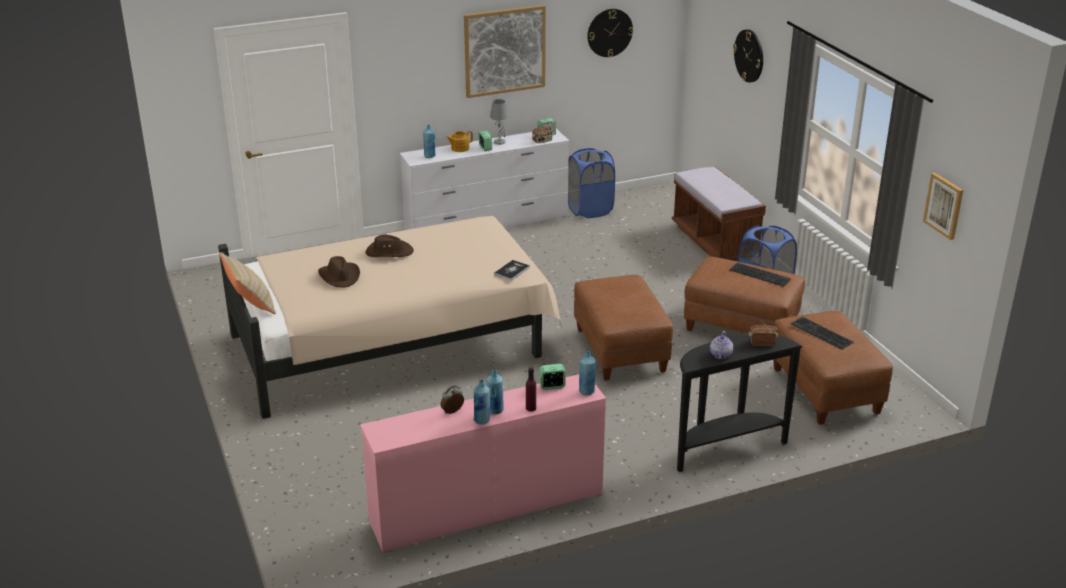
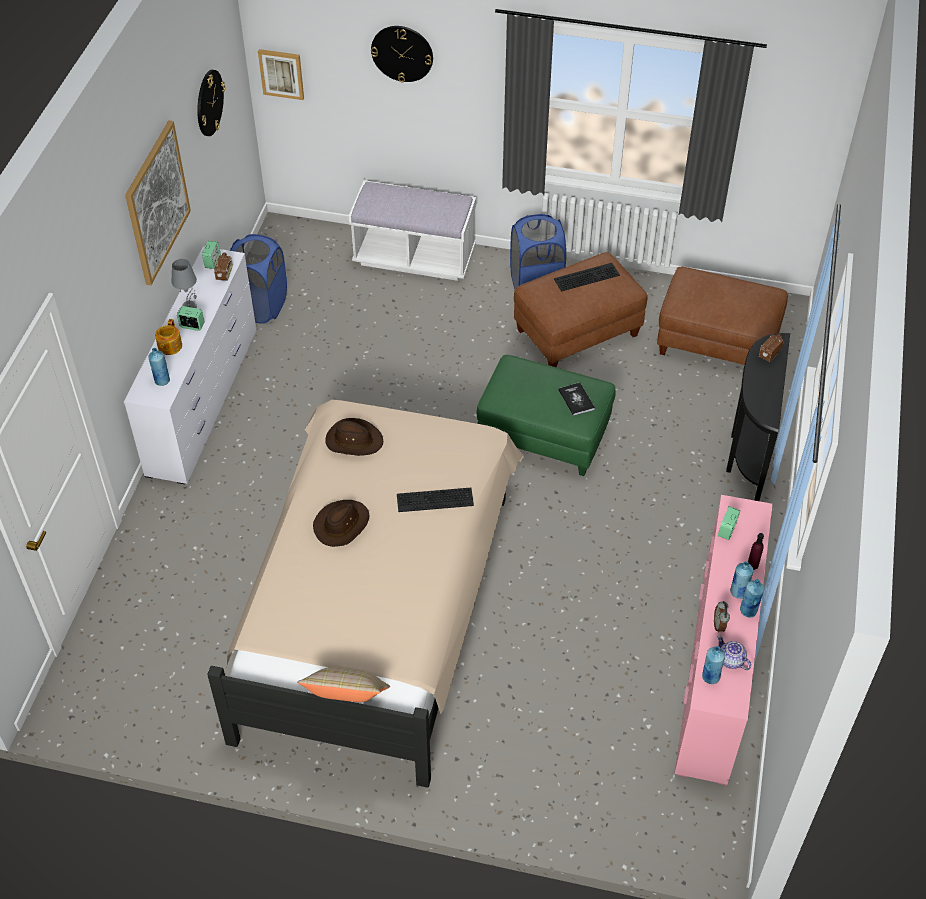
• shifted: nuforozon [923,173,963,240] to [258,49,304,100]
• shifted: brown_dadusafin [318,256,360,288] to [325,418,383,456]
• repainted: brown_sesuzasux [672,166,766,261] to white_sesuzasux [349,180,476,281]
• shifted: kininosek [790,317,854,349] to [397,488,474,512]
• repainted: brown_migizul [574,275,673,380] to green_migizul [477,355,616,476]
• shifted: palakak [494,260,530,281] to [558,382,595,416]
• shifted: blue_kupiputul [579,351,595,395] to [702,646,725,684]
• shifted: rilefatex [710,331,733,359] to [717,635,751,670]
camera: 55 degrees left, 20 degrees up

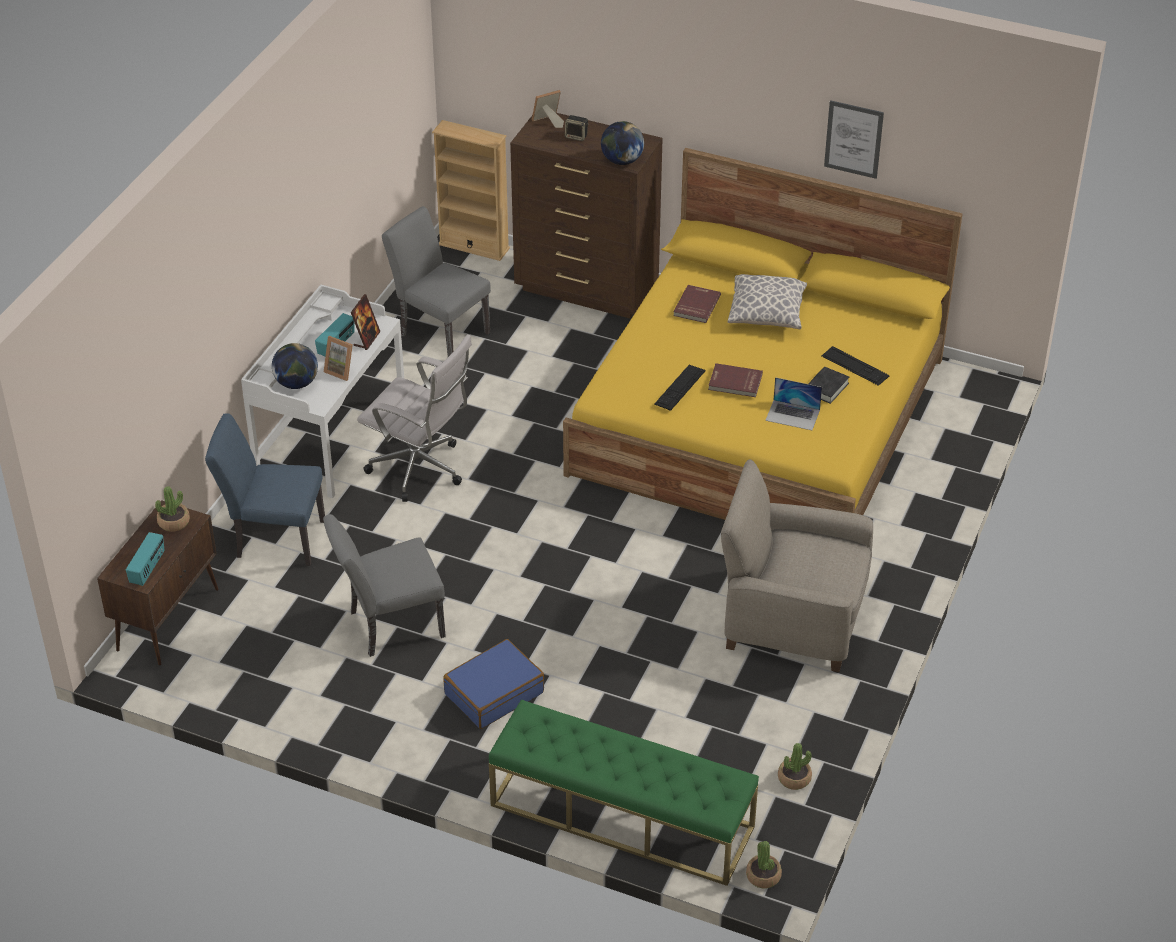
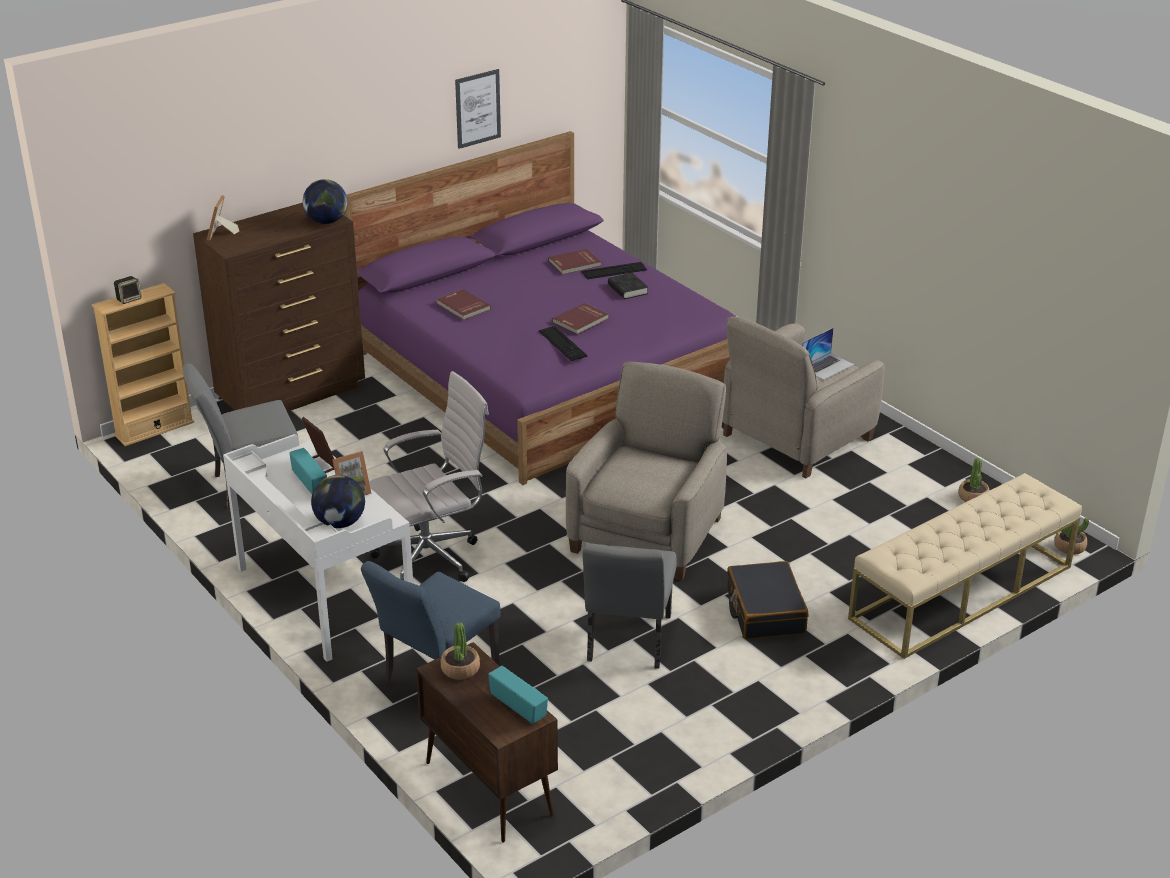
• shifted: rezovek [565,115,589,141] to [114,276,142,304]
• repainted: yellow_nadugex [563,148,963,520] to purple_nadugex [344,131,736,485]
• new: red_palakak [548,249,601,275]
• new: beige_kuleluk [566,361,727,580]
• repainted: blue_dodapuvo [443,639,544,729] to black_dodapuvo [727,561,808,639]
• shifted: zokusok [765,377,822,430] to [802,328,854,380]
• repainted: green_sesuzasux [489,700,759,886] to beige_sesuzasux [848,473,1082,659]
• gone: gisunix [728,274,807,329]
camera: 60 degrees left, 10 degrees down

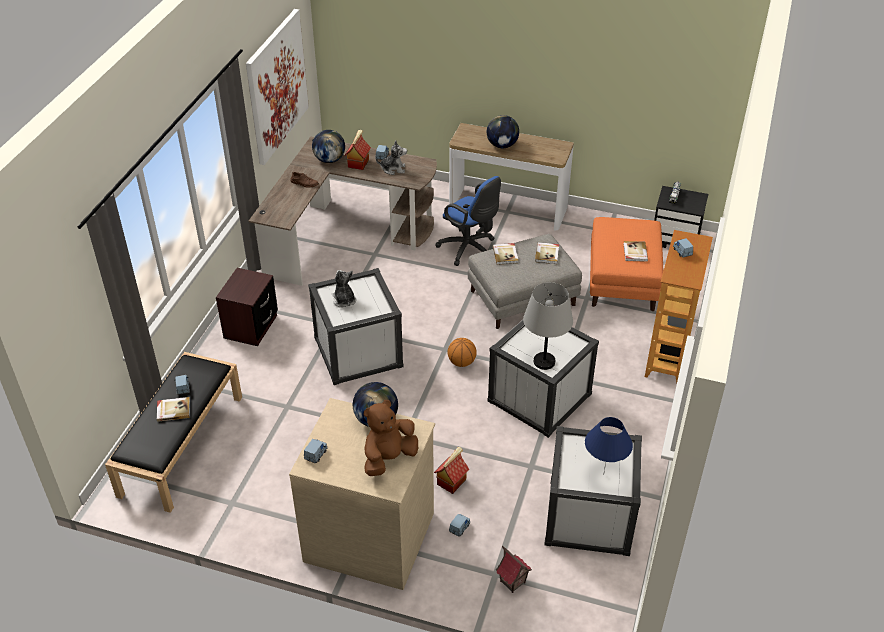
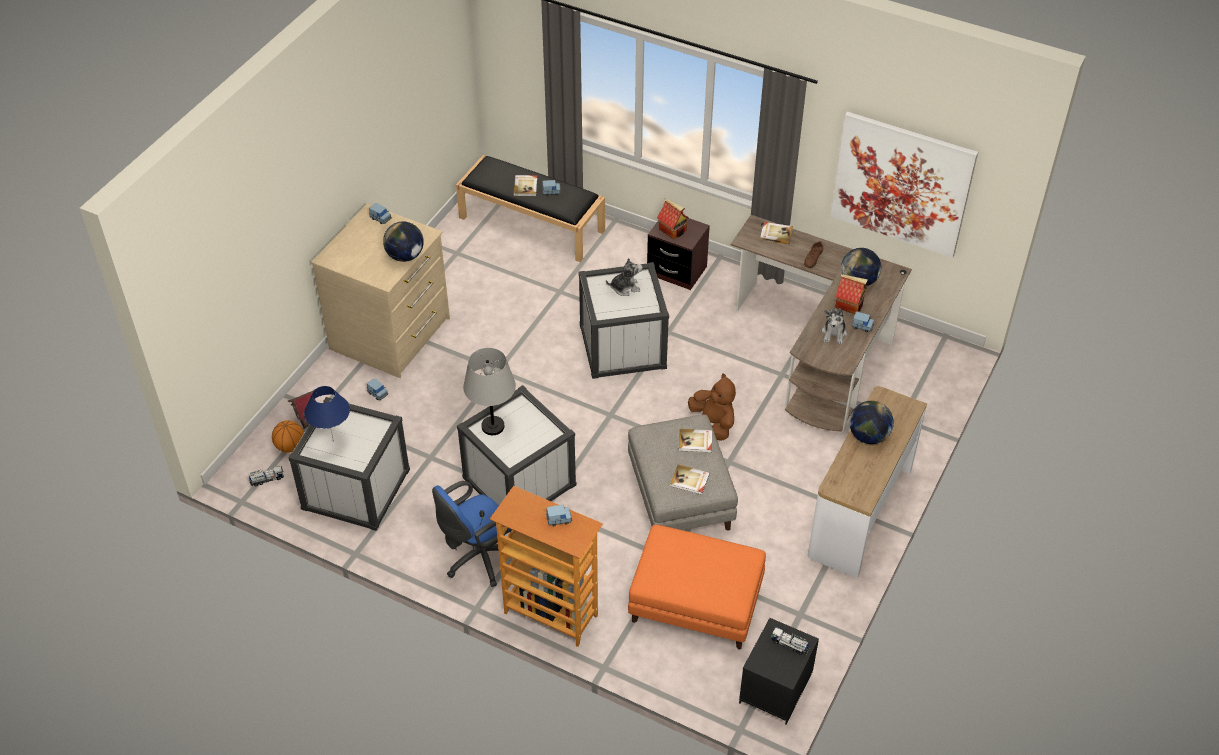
• new: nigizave [249,466,284,486]
• shifted: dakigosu [448,338,477,367] to [272,421,304,453]
• shifted: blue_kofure [436,176,501,266] to [432,481,512,587]
• shifted: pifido [434,447,469,494] to [657,198,689,239]
• shifted: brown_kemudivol [364,400,418,476] to [688,373,736,441]
• shifted: palakak [623,241,648,262] to [760,222,793,244]
camera: 100 degrees right, 5 degrees up

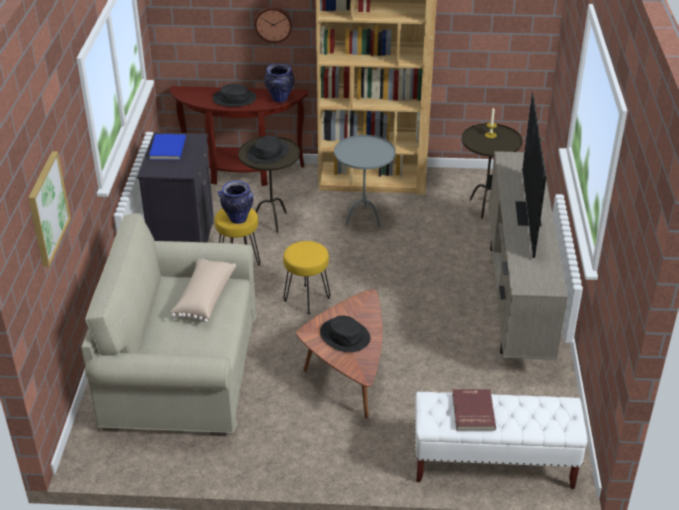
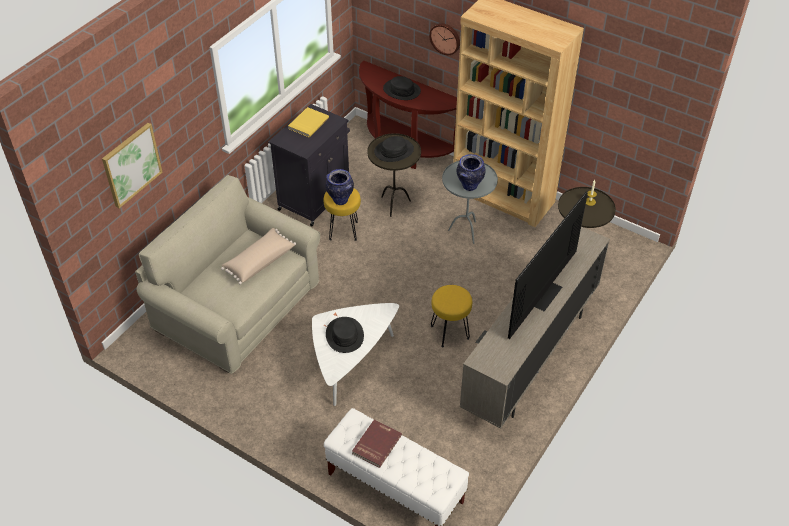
• repainted: blue_palakak [149,134,186,160] to yellow_palakak [288,107,329,137]
• repainted: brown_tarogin [296,289,383,418] to white_tarogin [312,303,399,406]
• shifted: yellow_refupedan [283,241,330,314] to [431,285,472,348]
• shifted: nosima [264,63,294,103] to [457,154,486,191]
camera: 30 degrees right, 10 degrees up

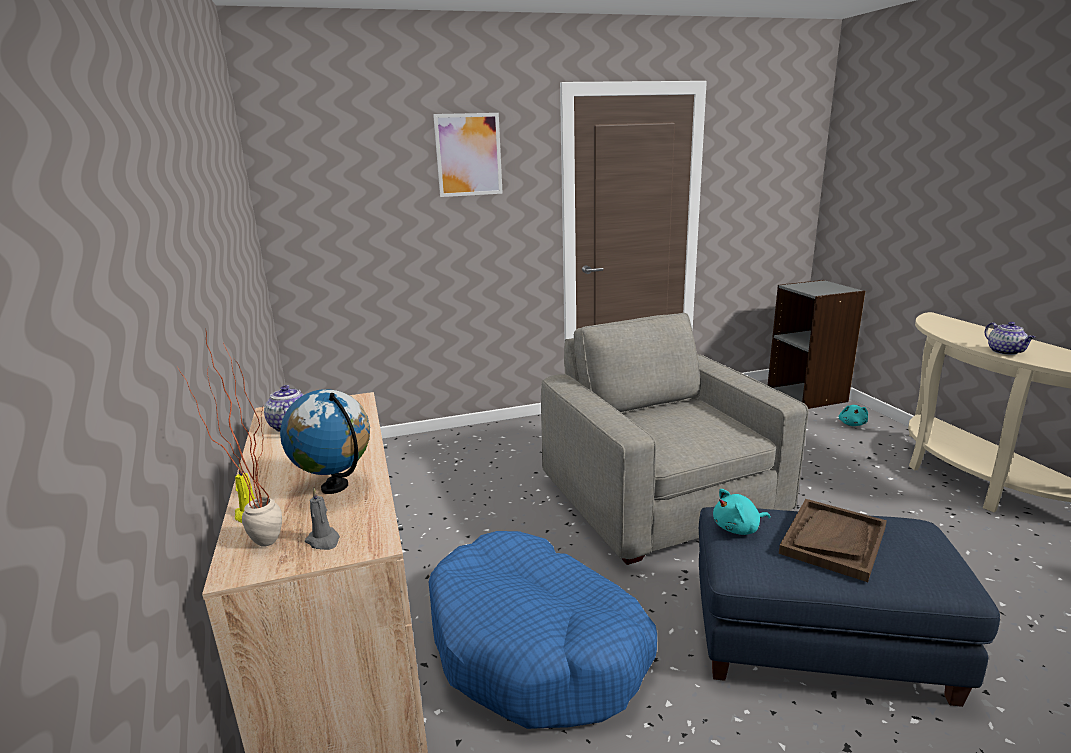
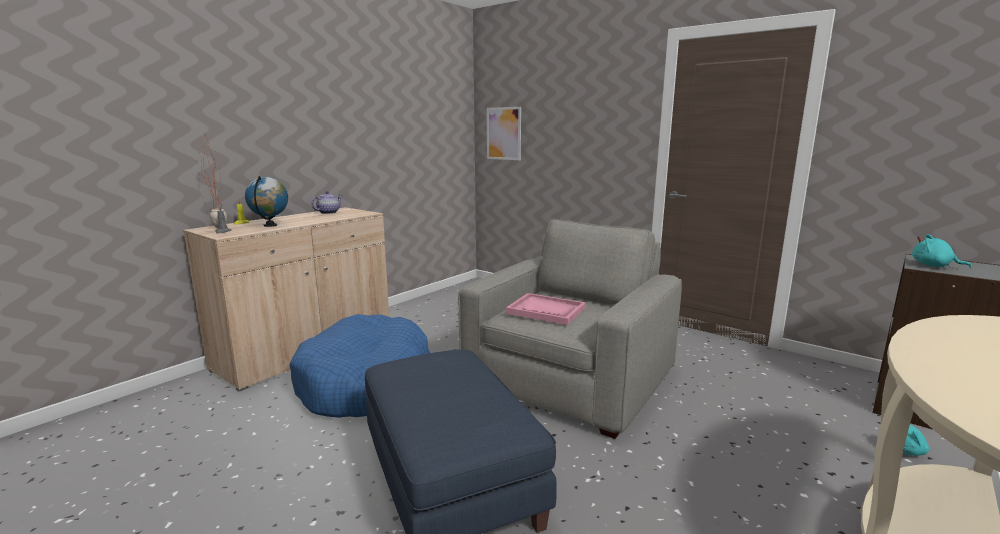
• shifted: nuforozon [433,113,503,197] to [487,107,521,160]
• new: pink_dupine [506,293,585,325]
• shifted: turquoise_kemudivol [713,489,770,535] to [912,234,972,268]
• gone: brown_dupine [779,499,887,582]
• gone: rilefatex [985,322,1035,355]
camera: 55 degrees right, 5 degrees down

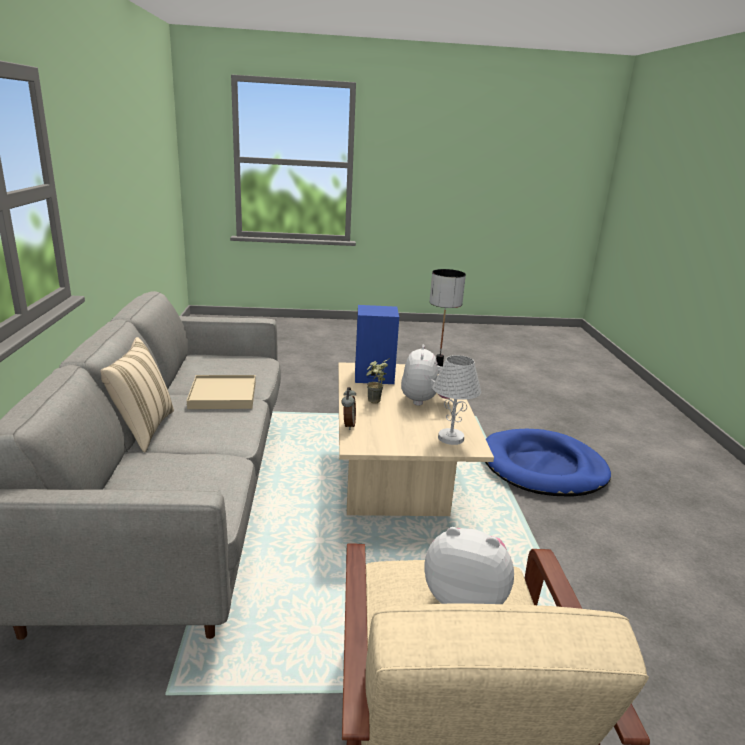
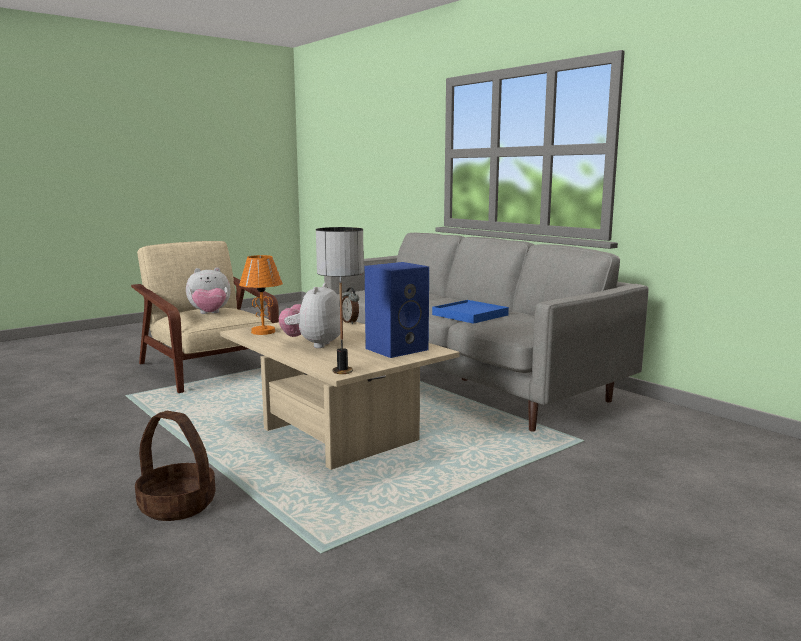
• swapped: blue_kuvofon [485,429,611,497] to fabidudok [135,411,216,521]
• repainted: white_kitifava [433,355,481,445] to orange_kitifava [239,255,283,335]
• rotated: kemudivol [401,345,449,406] = [279,283,340,348] 45 degrees clockwise
• repainted: beige_dupine [187,375,256,409] to blue_dupine [432,300,509,324]
• gone: beige_gisunix [101,337,174,452]
• gone: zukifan [366,359,389,403]
camera: 145 degrees right, 10 degrees down

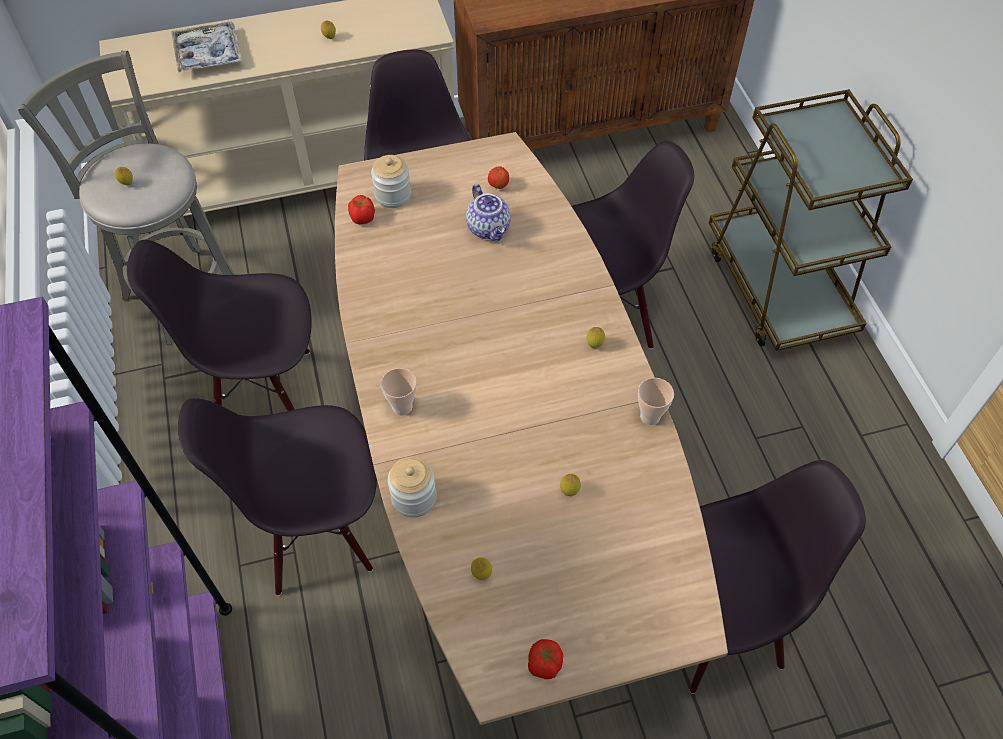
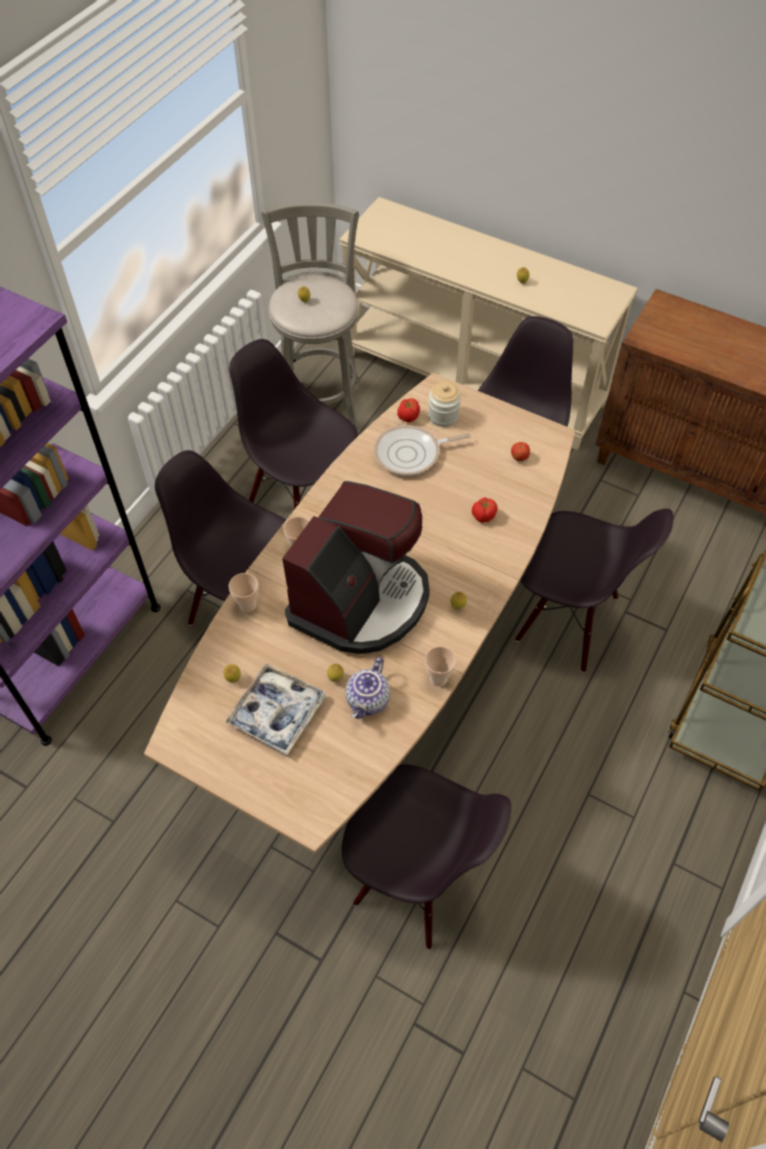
• shifted: dupine [171,22,242,73] to [225,662,326,755]
• swapped: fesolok [388,457,437,518] to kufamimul [229,573,259,612]
• new: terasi [282,481,430,654]
• shifted: rilefatex [466,184,511,241] to [345,657,390,719]
• new: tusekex [374,425,471,476]
• shifted: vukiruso [528,639,563,679] to [472,497,498,523]
camera: 45 degrees right, 0 degrees up

